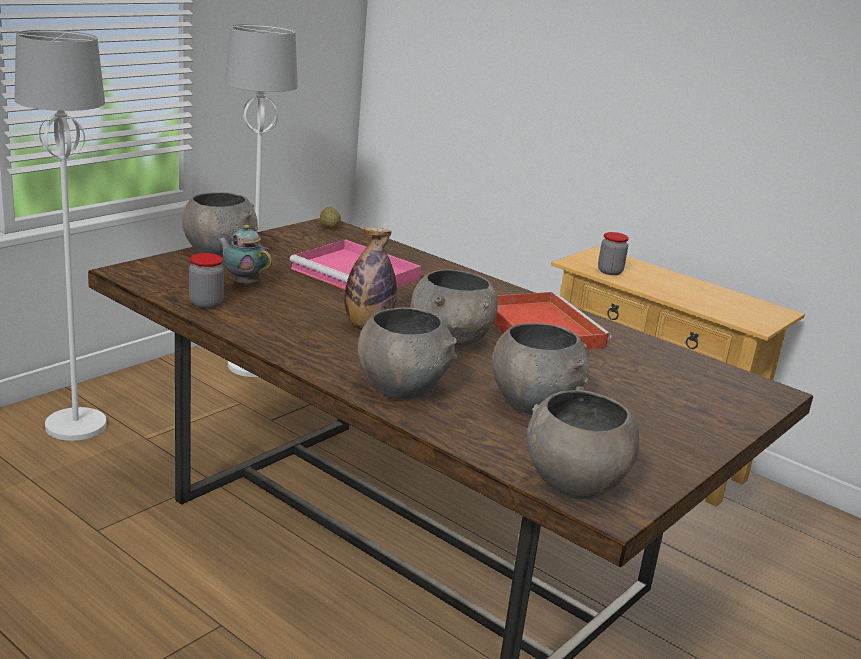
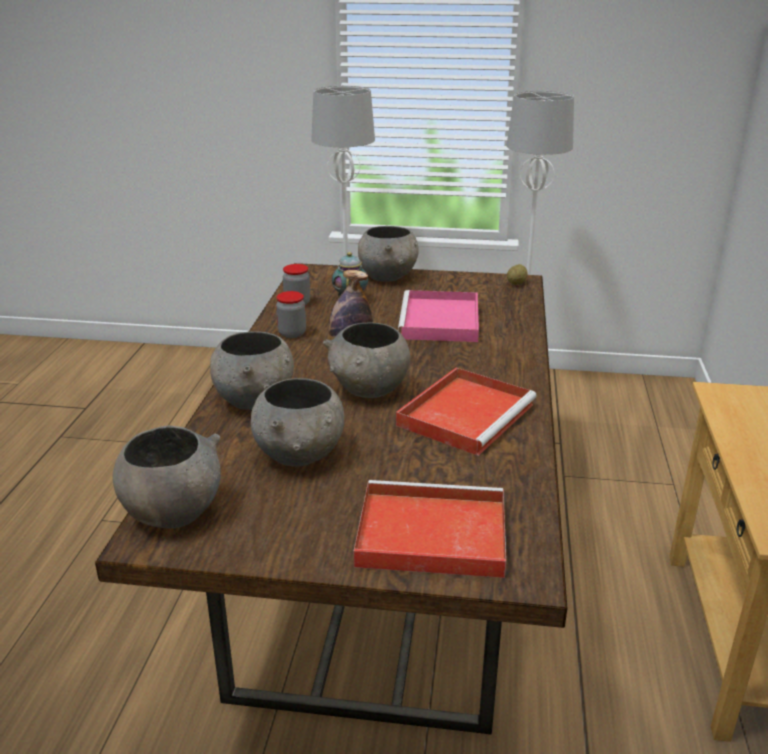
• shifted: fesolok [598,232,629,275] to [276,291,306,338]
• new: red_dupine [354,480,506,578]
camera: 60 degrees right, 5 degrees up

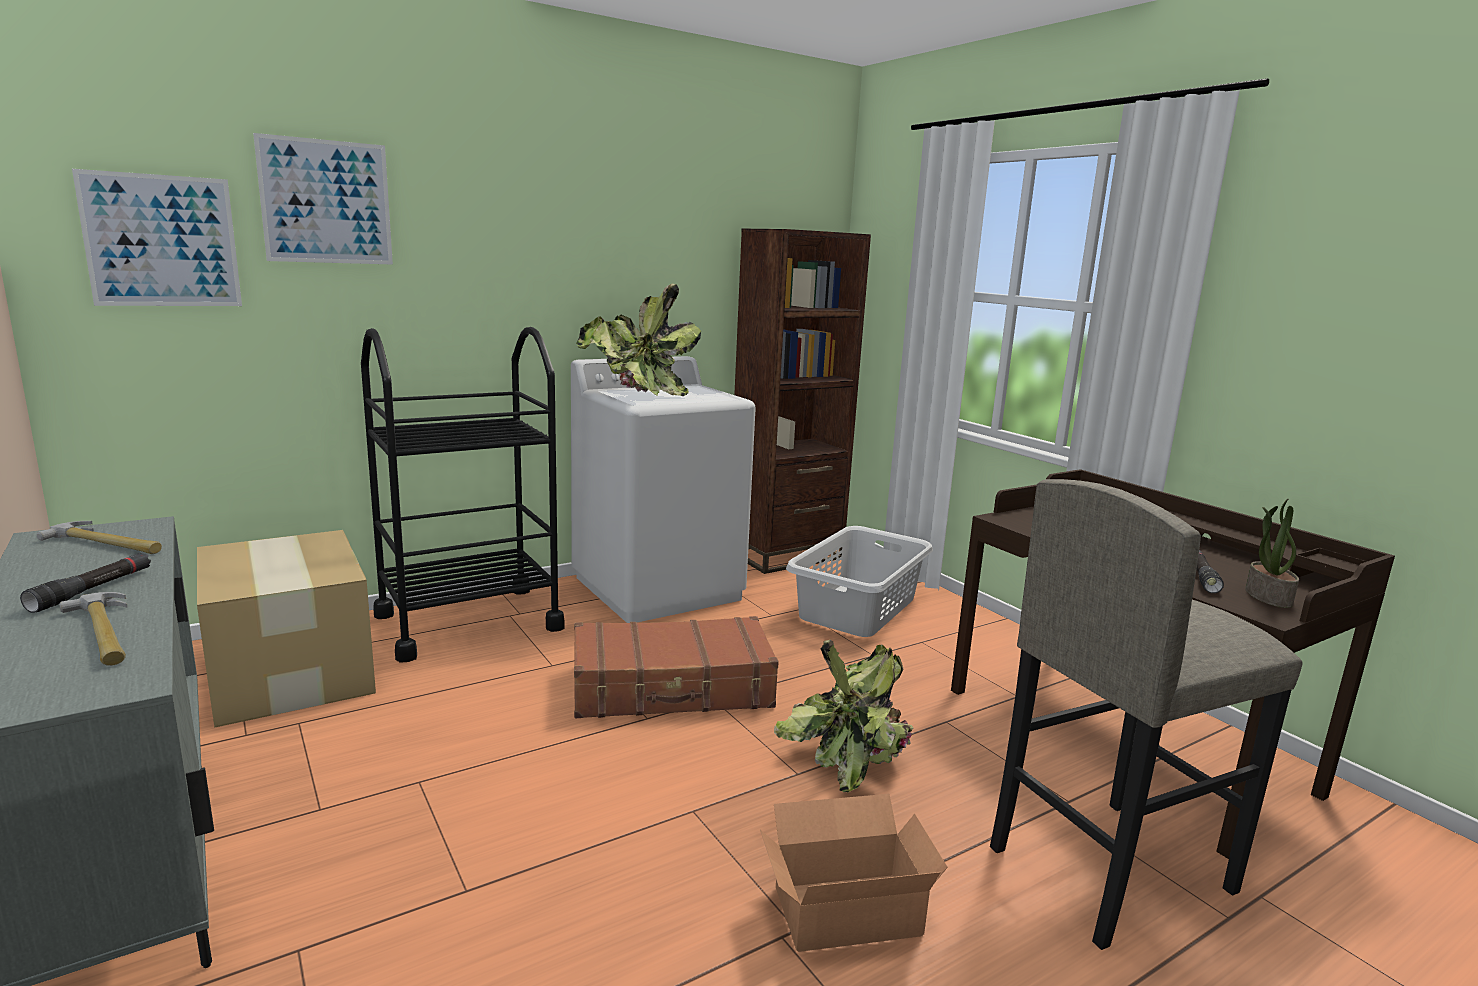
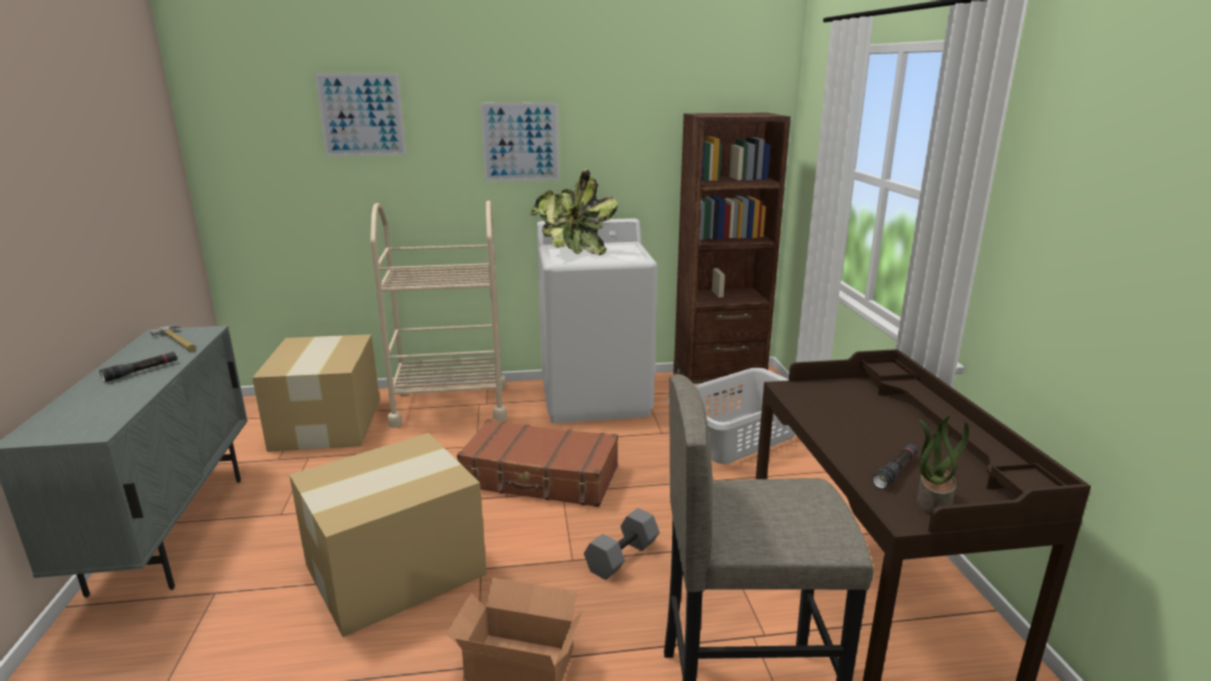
• new: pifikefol [289,433,487,637]
• repainted: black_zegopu [361,327,565,663] to beige_zegopu [370,200,507,428]
• shifted: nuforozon [72,169,242,306] to [480,102,560,181]
• swapped: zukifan [774,640,913,793] to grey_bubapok [584,508,660,580]
• gone: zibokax [59,592,128,666]
camera: 25 degrees right, 5 degrees up

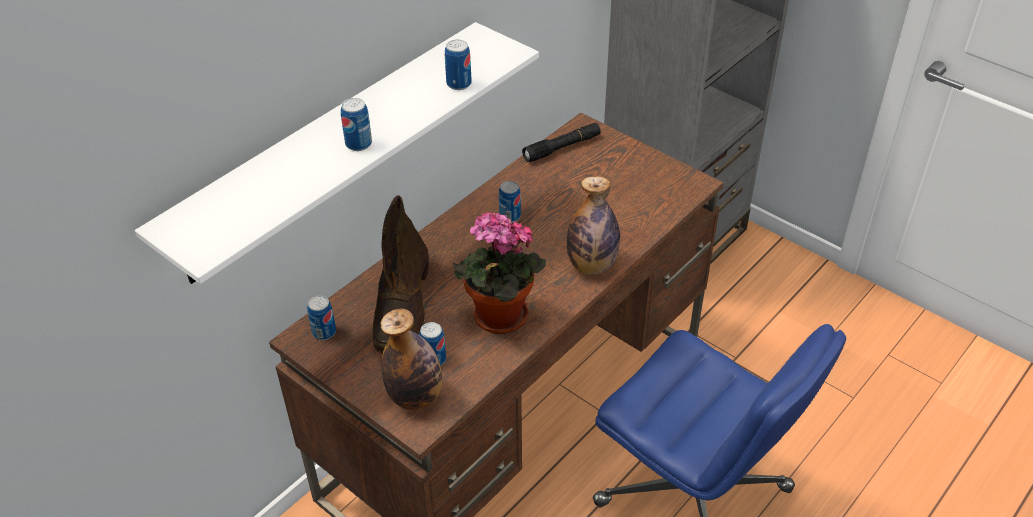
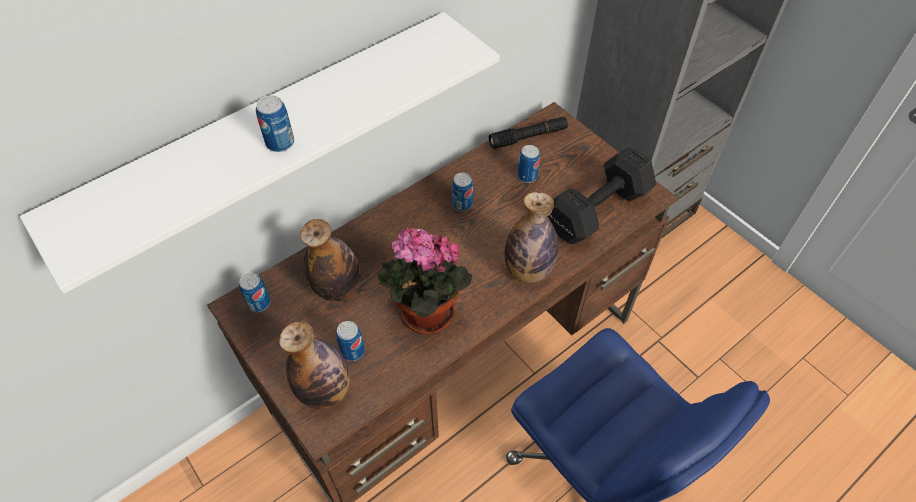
• swapped: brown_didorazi [373,195,429,354] to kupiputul [300,219,361,301]
• shifted: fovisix [445,40,472,90] to [517,145,540,183]
• new: black_bubapok [548,147,656,244]
camera: 10 degrees right, 10 degrees up

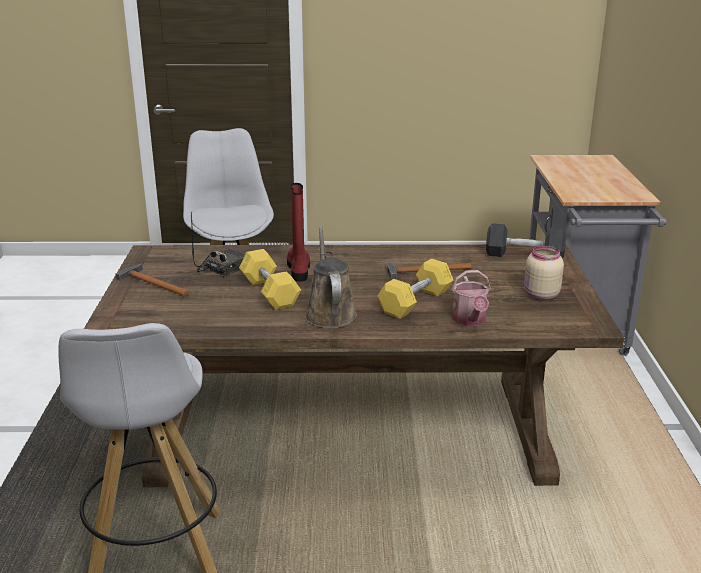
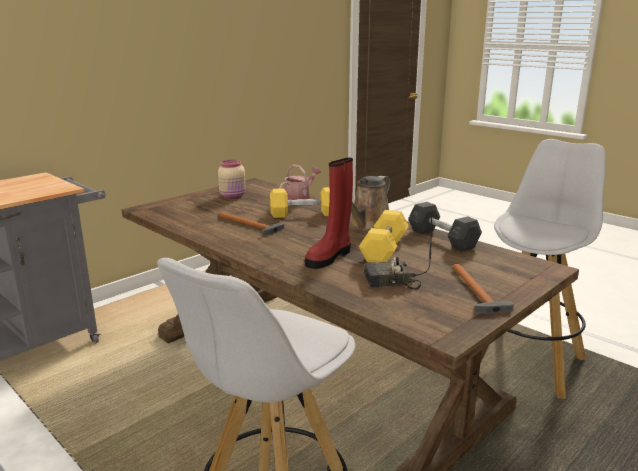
• shifted: grey_bubapok [486,223,566,259] to [408,202,482,251]
camera: 135 degrees left, 5 degrees down

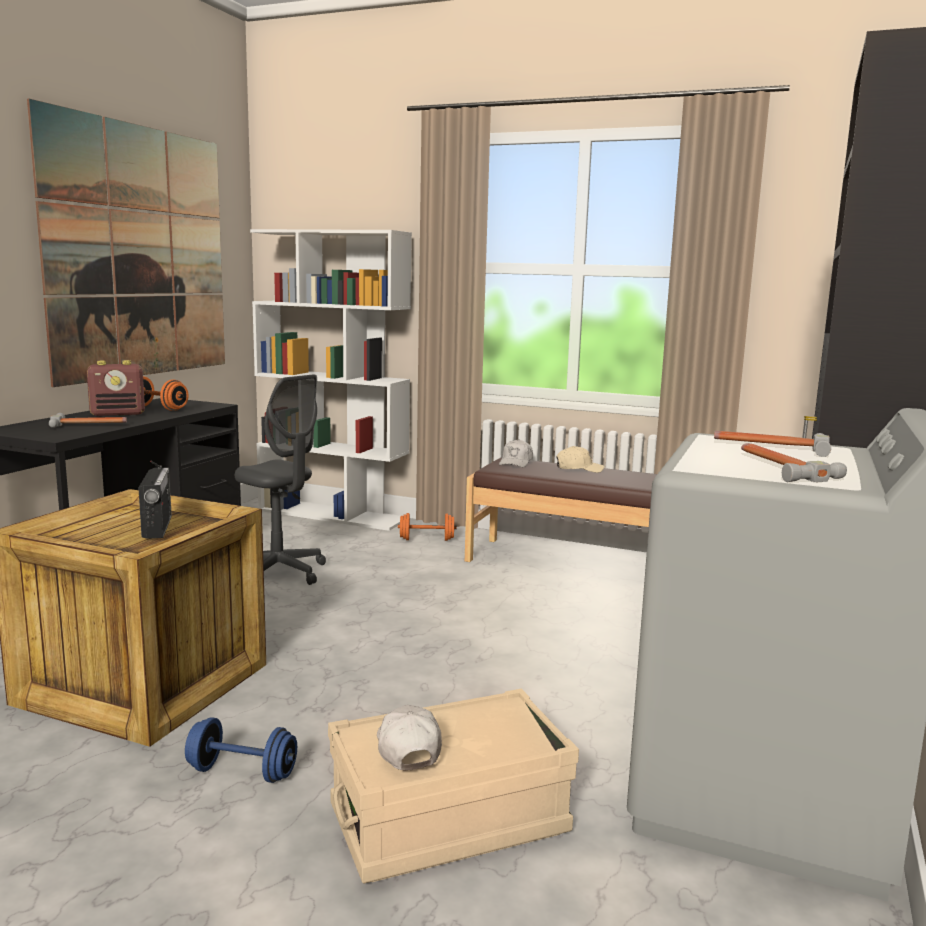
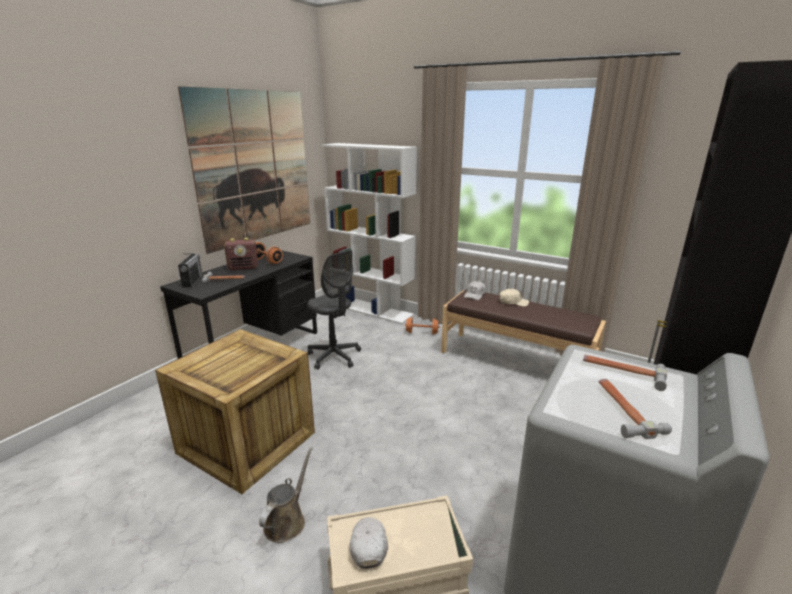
• shifted: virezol [138,461,172,539] to [178,253,203,287]
• swapped: blue_bubapok [185,717,297,783] to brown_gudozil [259,447,313,543]
camera: 10 degrees right, 10 degrees up

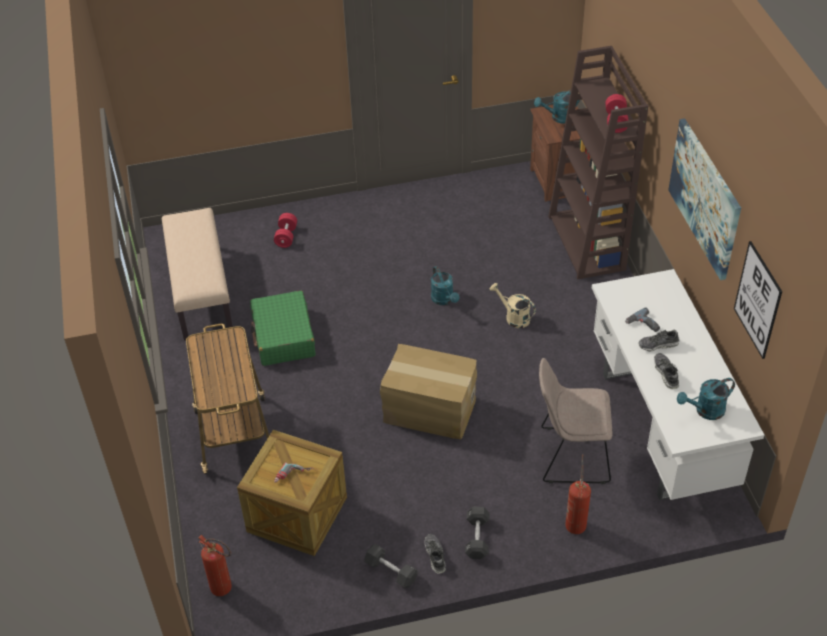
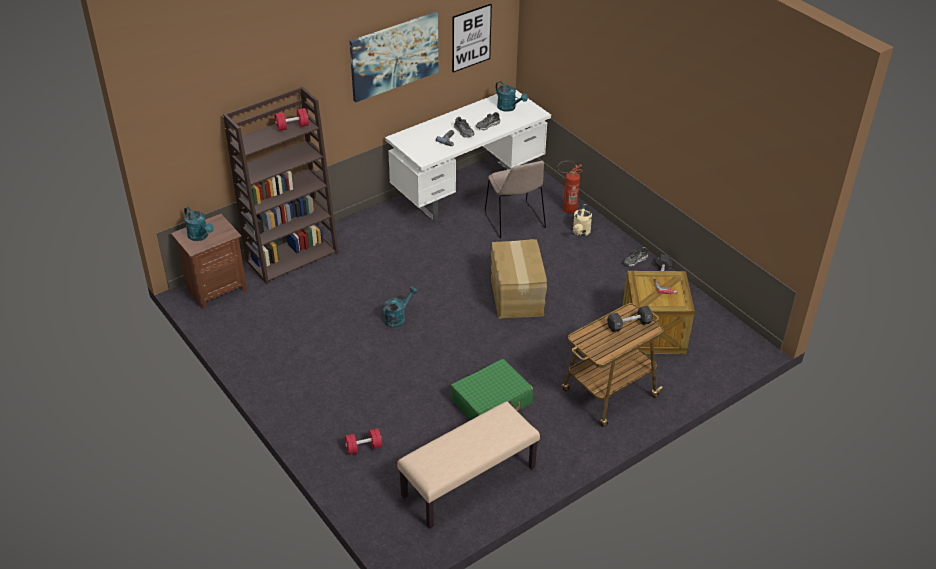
• shifted: beige_gudozil [490,283,536,328] to [573,204,592,236]
• shifted: black_bubapok [465,507,490,559] to [607,306,653,332]
• gone: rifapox [199,535,232,596]
camera: 115 degrees left, 5 degrees down

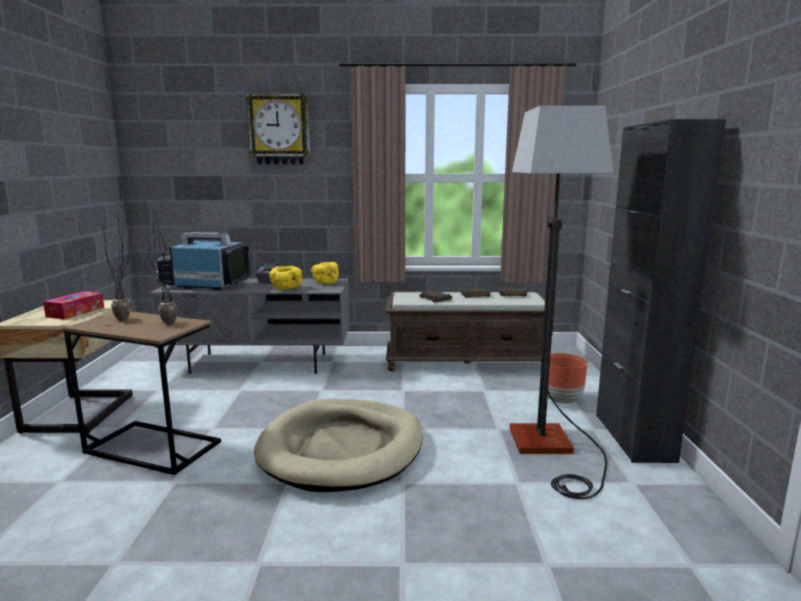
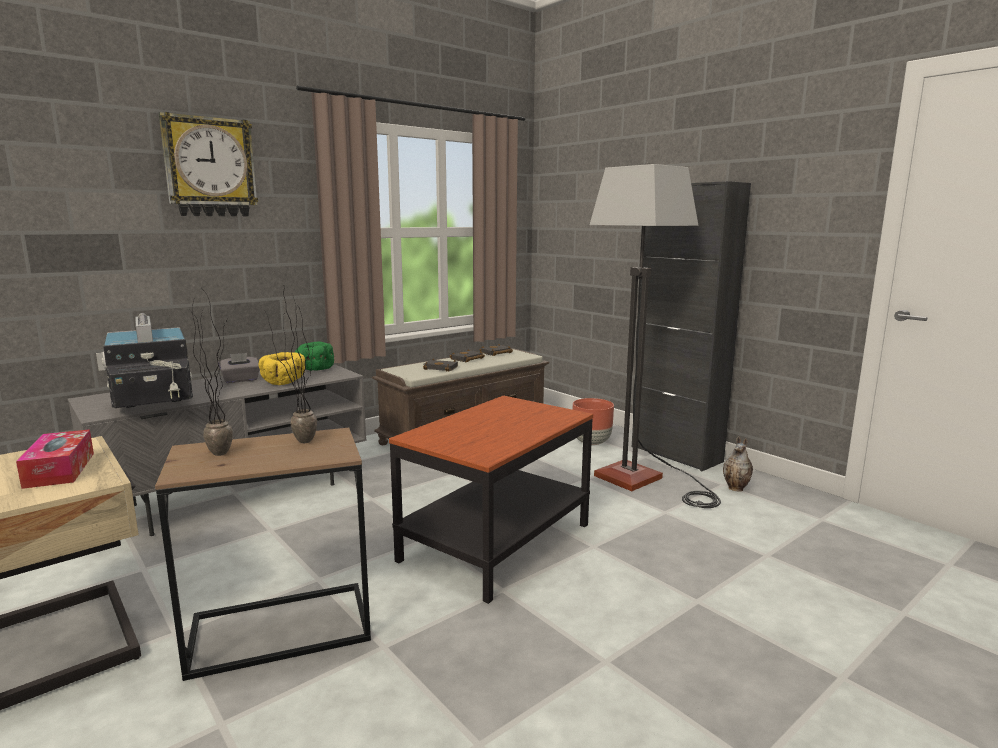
• rotated: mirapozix [157,232,250,290] = [96,313,193,408] 90 degrees counterclockwise
• repainted: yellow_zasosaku [311,262,339,284] to green_zasosaku [295,341,334,371]
• swapped: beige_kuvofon [254,399,423,492] to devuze [389,395,593,604]
• new: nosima [723,436,753,492]
camera: 40 degrees left, 0 degrees up

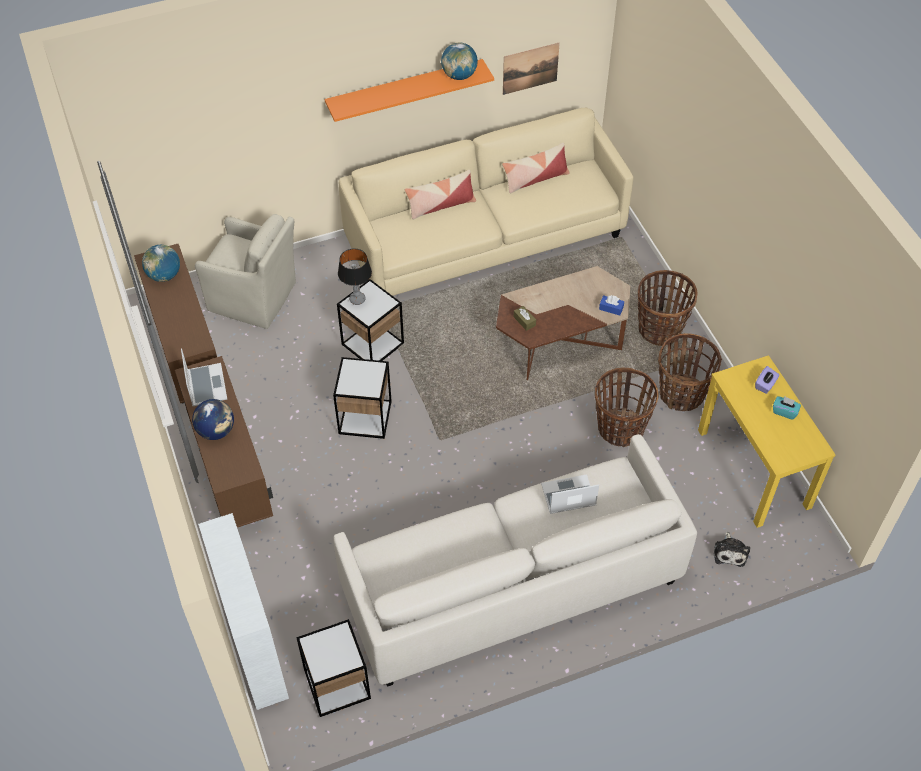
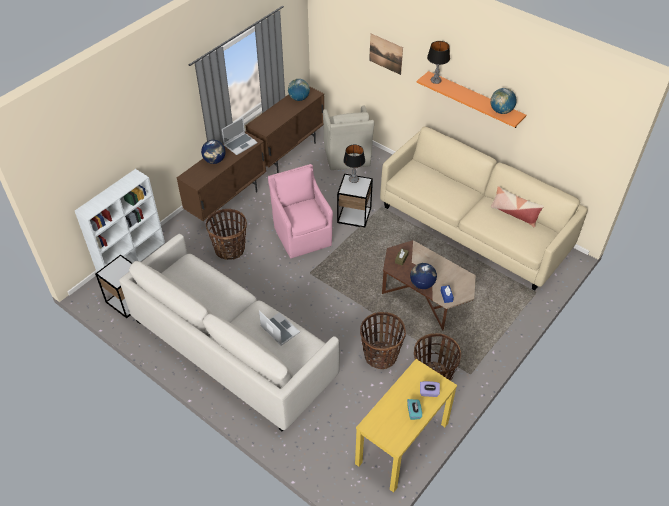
• shifted: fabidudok [638,270,698,346] to [206,209,247,260]
• swapped: devuze [333,357,392,439] to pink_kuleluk [268,164,333,258]
• shifted: nuforozon [503,43,560,95] to [369,34,403,75]
• new: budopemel [410,263,437,289]
• new: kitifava [427,41,450,84]
• gone: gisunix [405,170,476,219]
• gone: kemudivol [714,531,750,567]
camera: 60 degrees right, 5 degrees down

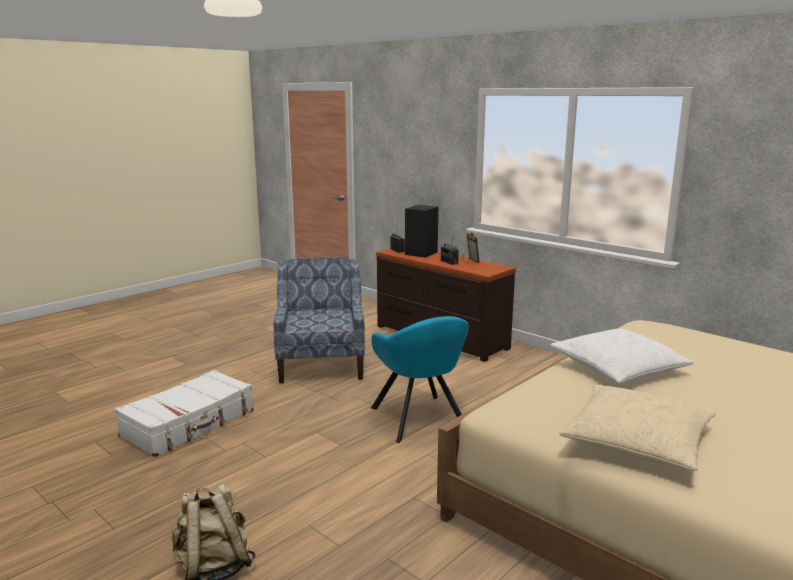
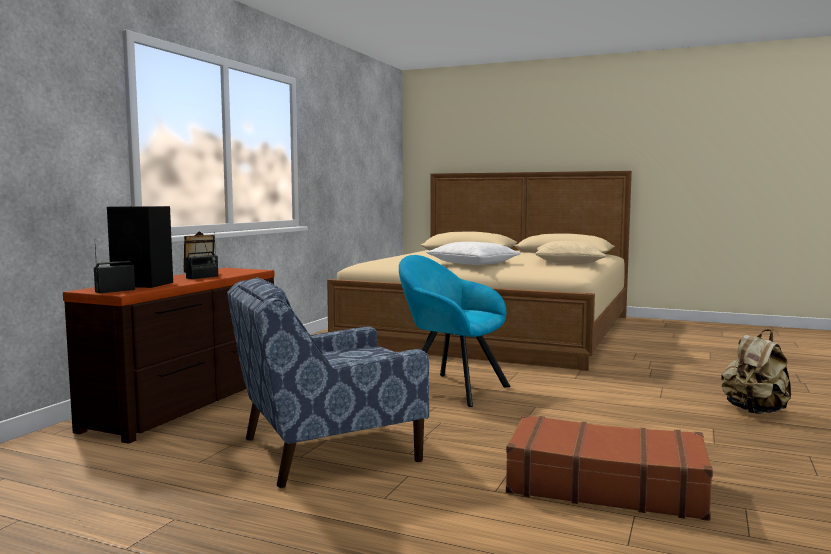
• rotated: turquoise_kuleluk [371,316,469,443] = [399,255,511,407] 105 degrees counterclockwise
• repainted: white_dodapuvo [115,370,254,457] to brown_dodapuvo [506,415,713,521]
camera: 110 degrees left, 10 degrees down

